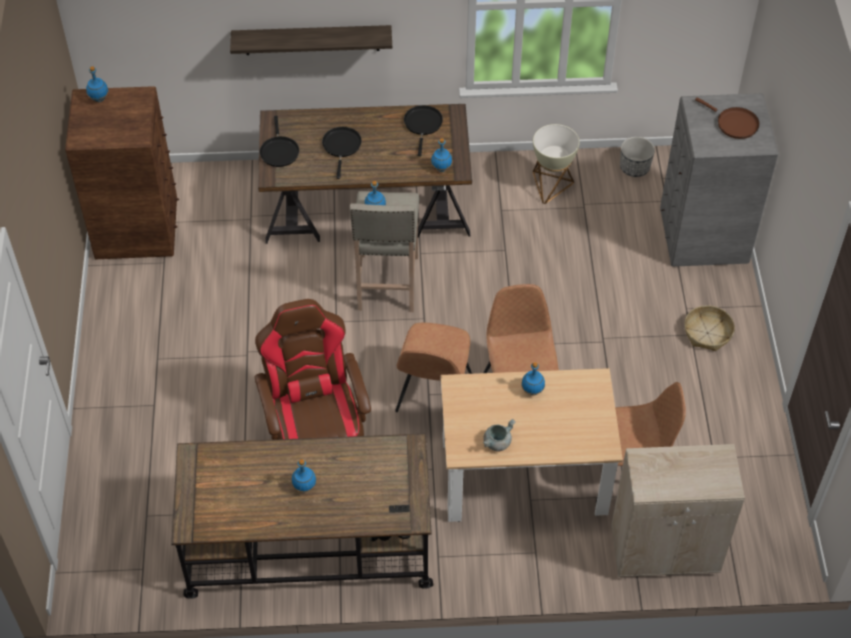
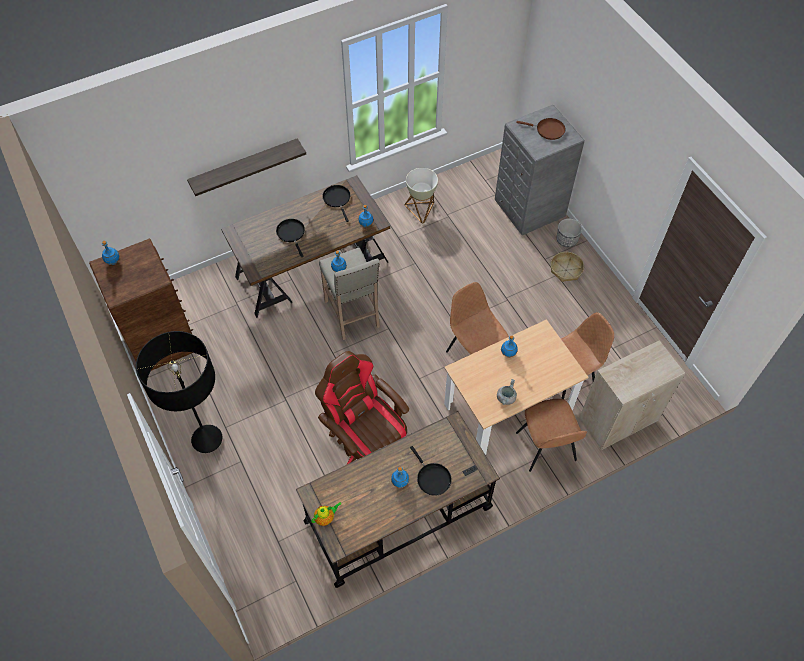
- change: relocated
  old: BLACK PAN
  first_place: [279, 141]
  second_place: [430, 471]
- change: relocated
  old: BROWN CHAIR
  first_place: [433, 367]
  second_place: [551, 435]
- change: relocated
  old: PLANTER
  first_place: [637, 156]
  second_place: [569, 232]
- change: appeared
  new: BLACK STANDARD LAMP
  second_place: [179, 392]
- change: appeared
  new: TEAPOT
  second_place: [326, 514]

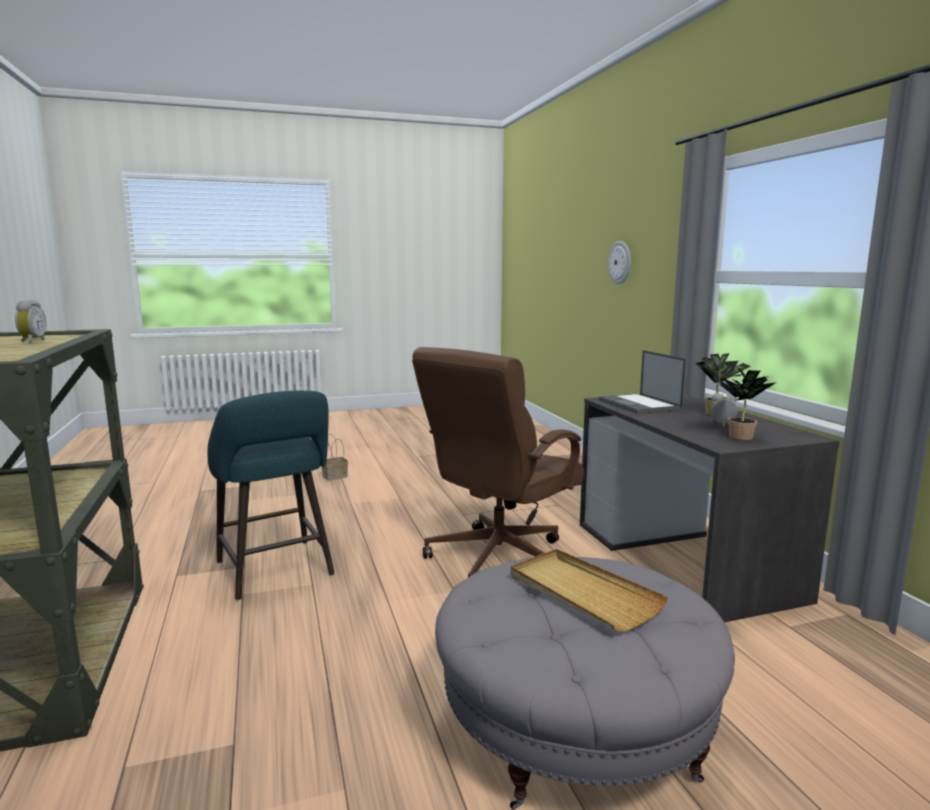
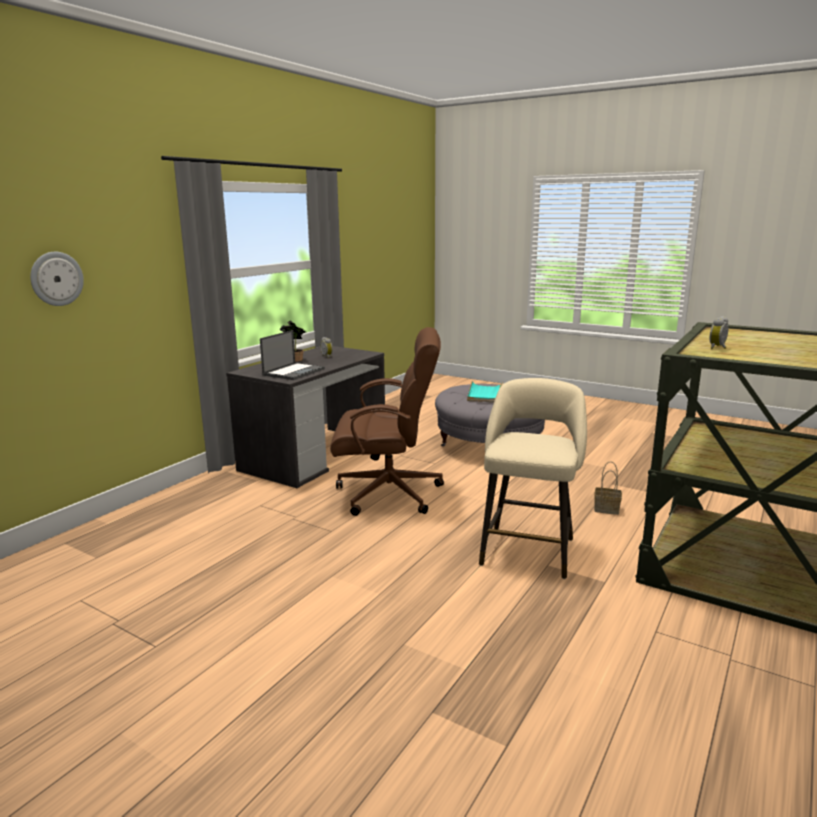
- change: colour
  old: BLUE-GREEN SITTING STOOL
  new: BEIGE-COLOURED SITTING STOOL
  first_place: [271, 495]
  second_place: [533, 478]
- change: relocated
  old: BASKET
  first_place: [335, 457]
  second_place: [608, 488]
- change: colour
  old: BEIGE-COLOURED SERVING TRAY
  new: BLUE-GREEN SERVING TRAY
  first_place: [589, 590]
  second_place: [485, 391]
- change: missing
  old: HOUSEPLANT
  first_place: [745, 403]

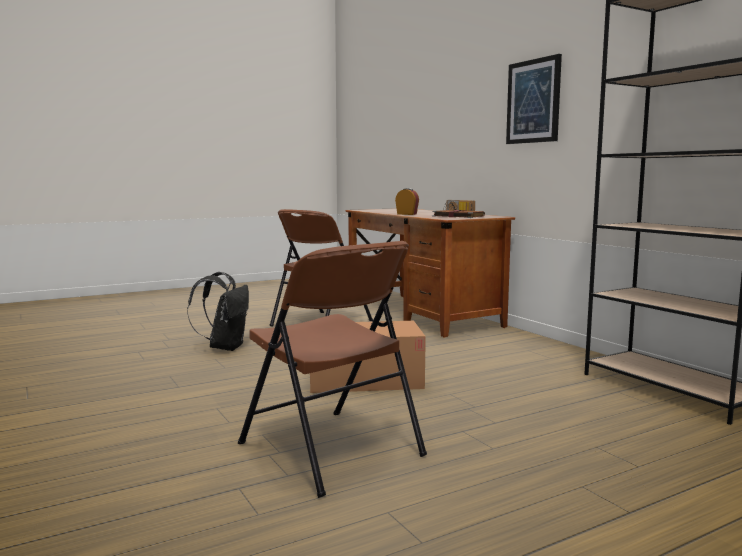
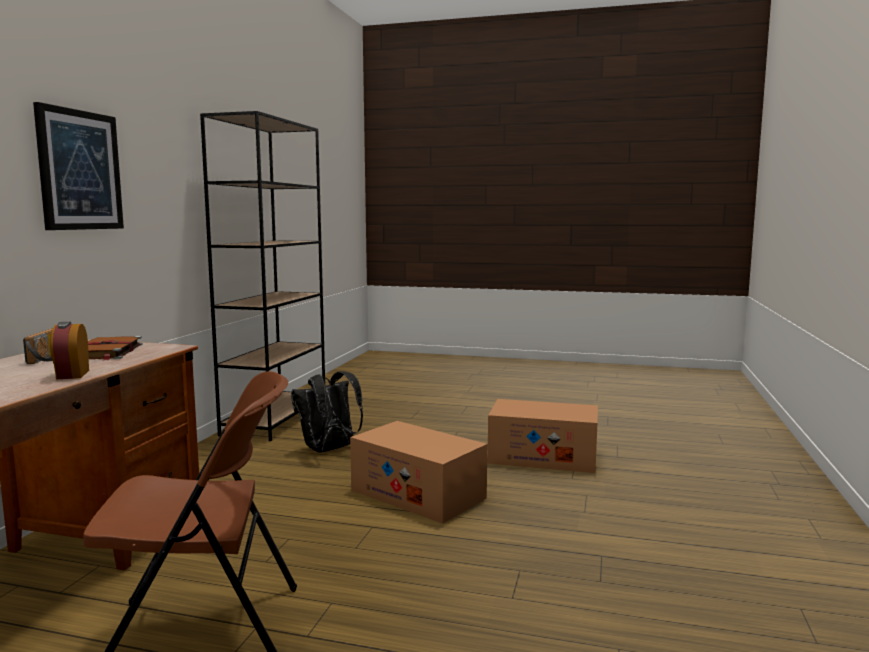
- change: relocated
  old: BLACK KNAPSACK
  first_place: [218, 311]
  second_place: [327, 412]
- change: exchanged
  old: BROWN CHAIR
  new: PACKING BOX
  first_place: [332, 369]
  second_place: [542, 436]

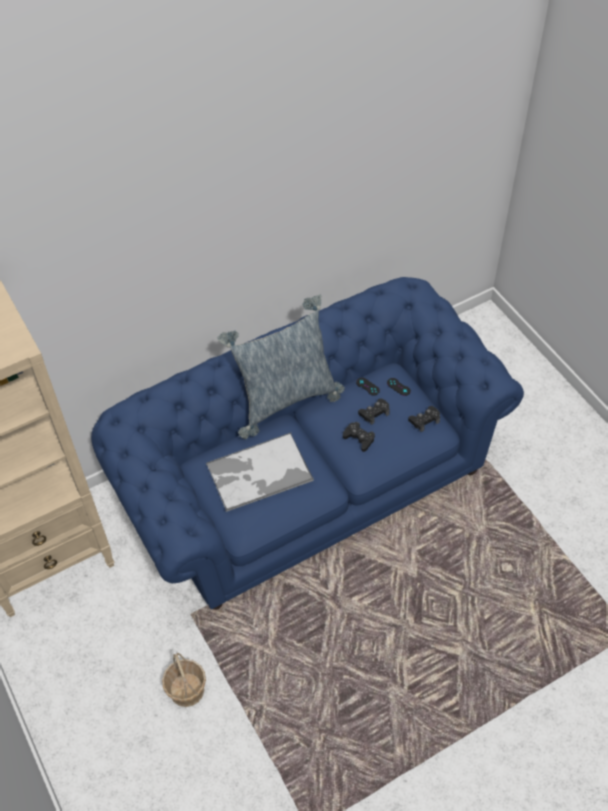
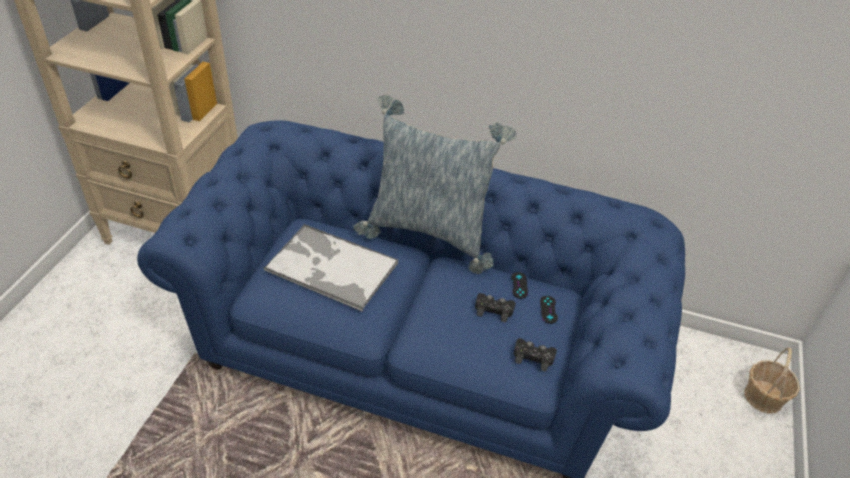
- change: relocated
  old: BASKET
  first_place: [184, 680]
  second_place: [772, 380]
- change: missing
  old: BLACK GAMEPAD
  first_place: [359, 437]

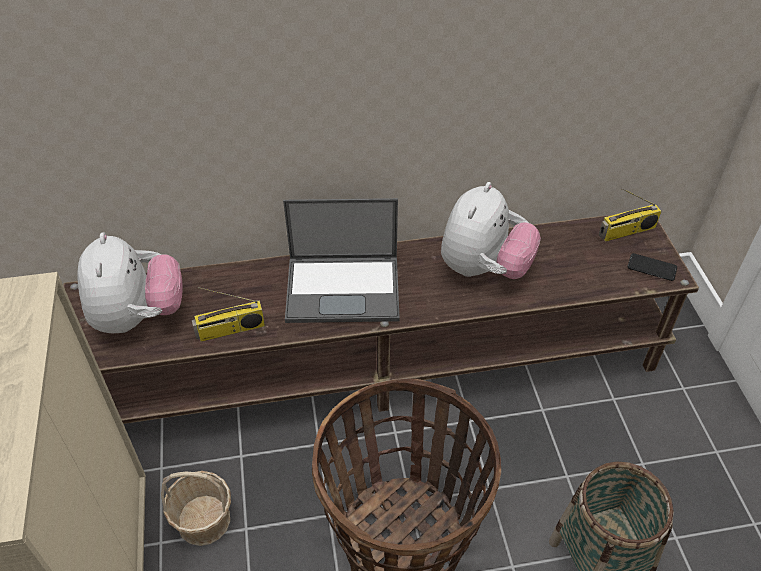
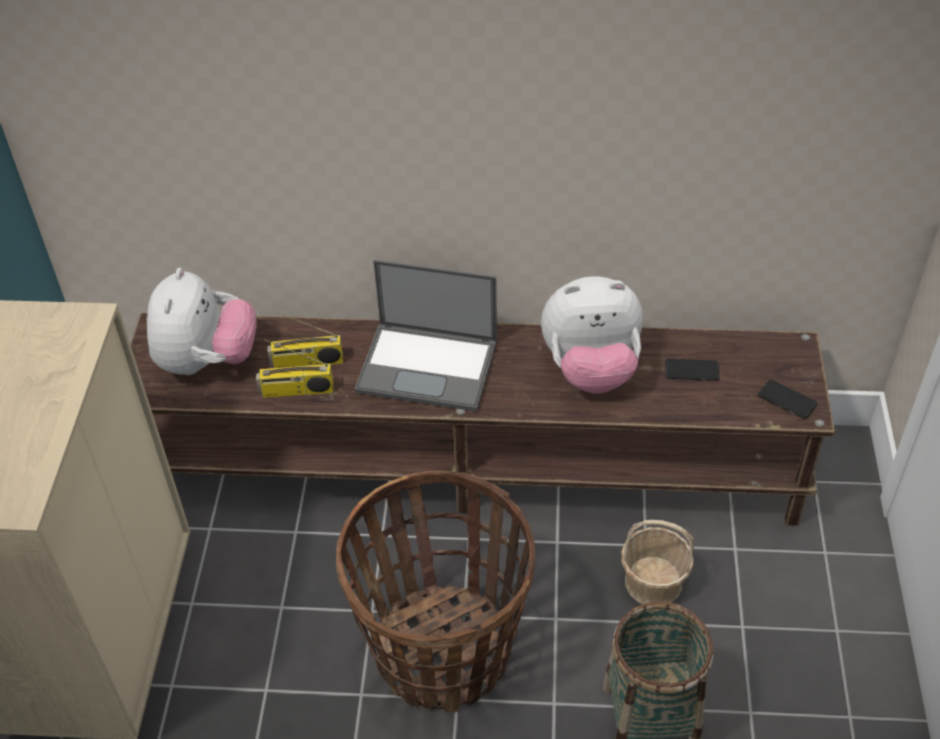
- change: relocated
  old: BASKET
  first_place: [196, 508]
  second_place: [657, 562]
- change: spun
  old: CUDDLY TOY
  first_place: [491, 230]
  second_place: [592, 335]
  degrees: 45
- change: relocated
  old: RADIO
  first_place: [630, 215]
  second_place: [305, 340]
- change: appeared
  new: PHONE
  second_place: [692, 370]

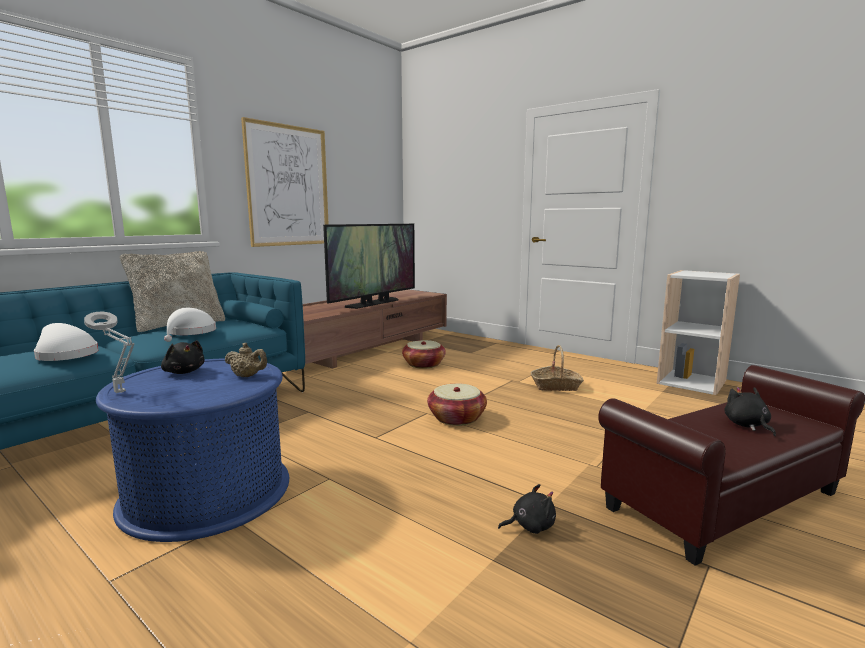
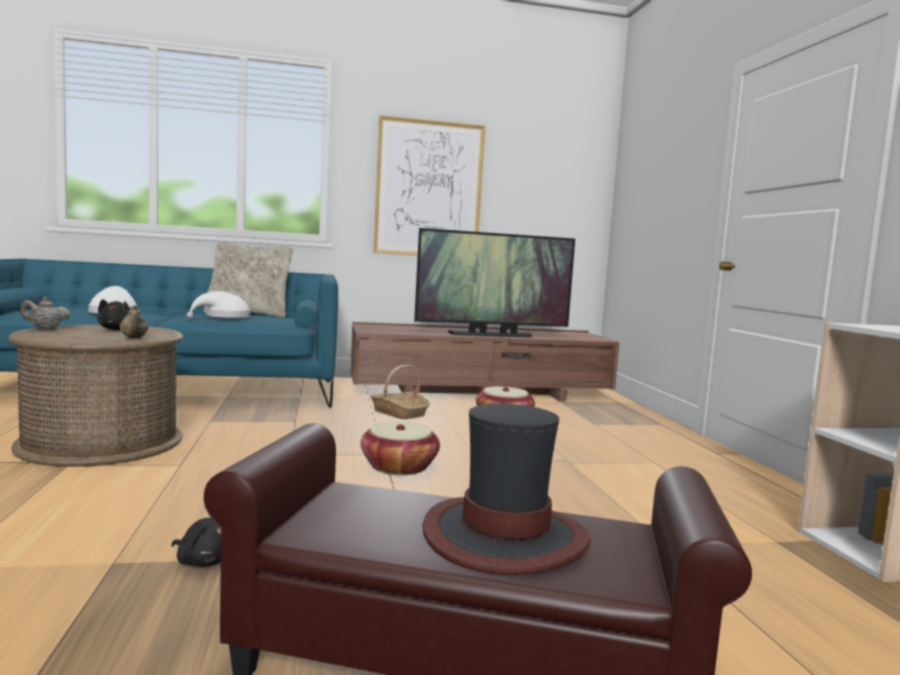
- change: exchanged
  old: GREYISH LAMP FOR A TABLE
  new: BEIGE-COLOURED TEAPOT
  first_place: [109, 352]
  second_place: [45, 313]
- change: colour
  old: BLUISH LOW TABLE
  new: BROWN LOW TABLE
  first_place: [192, 450]
  second_place: [95, 396]
- change: relocated
  old: BASKET
  first_place: [557, 368]
  second_place: [400, 392]
- change: exchanged
  old: BLACK CUDDLY TOY
  new: WEARABLE HAT
  first_place: [750, 411]
  second_place: [506, 489]

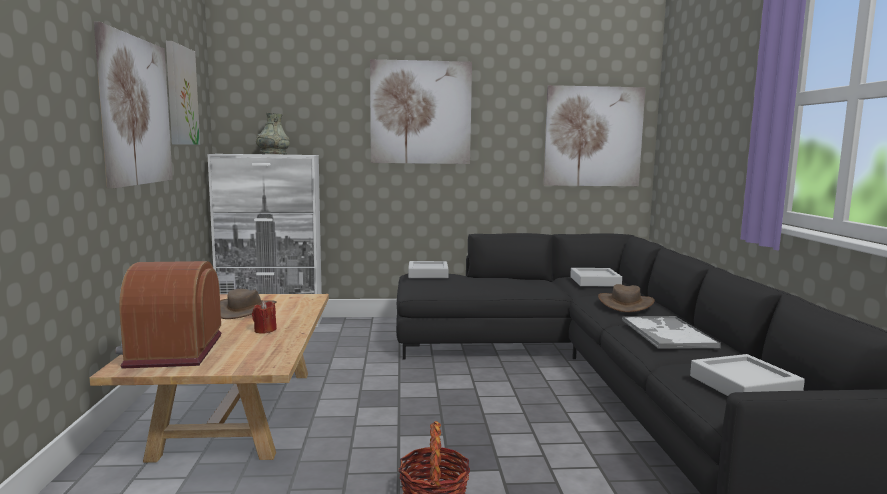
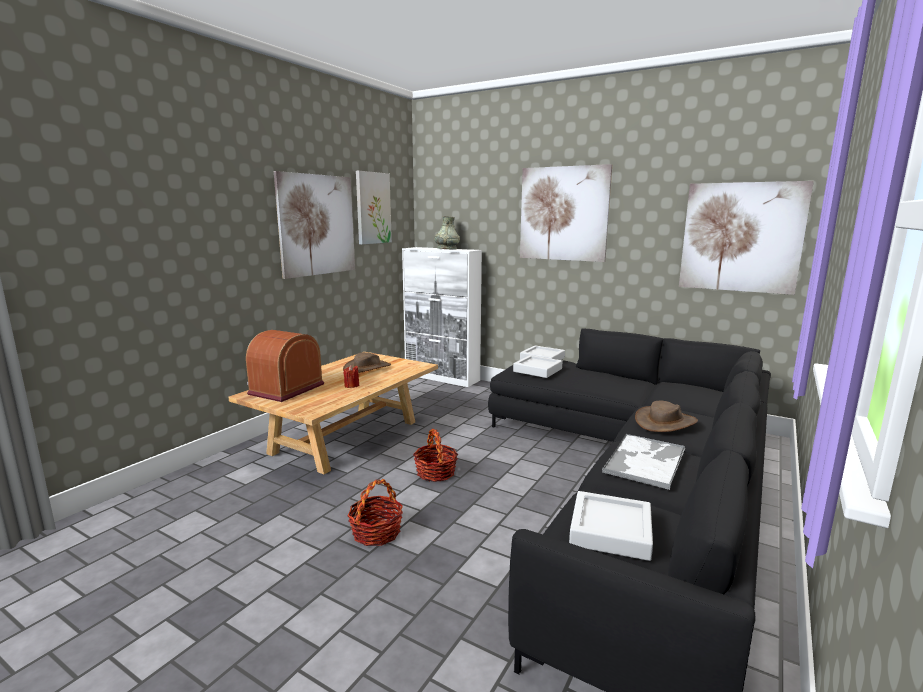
- change: relocated
  old: GREYISH SERVING TRAY
  first_place: [596, 277]
  second_place: [537, 366]
- change: appeared
  new: BASKET
  second_place: [435, 455]

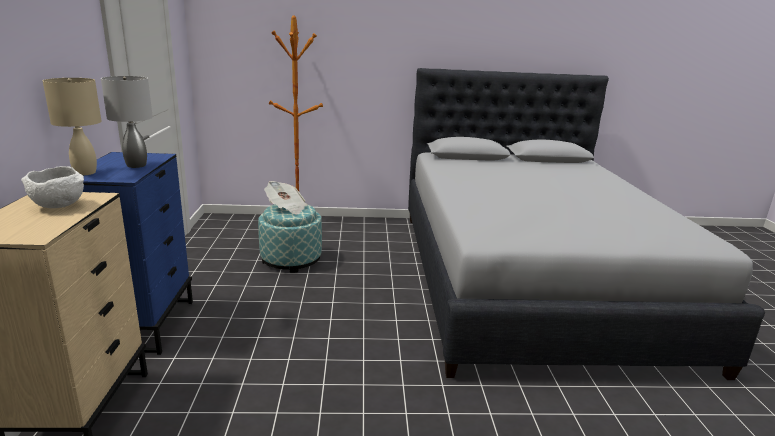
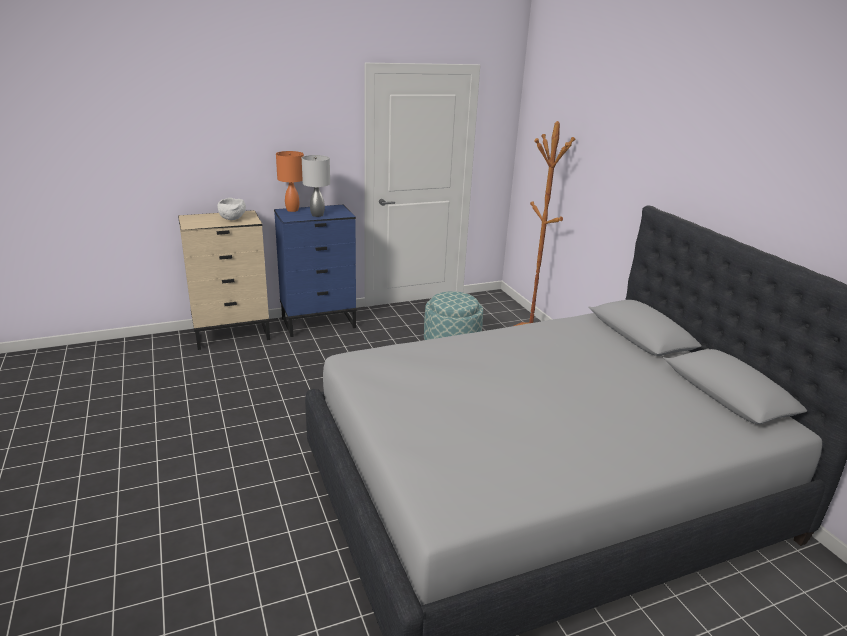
- change: colour
  old: BEIGE-COLOURED LAMP FOR A TABLE
  new: ORANGEY LAMP FOR A TABLE
  first_place: [72, 126]
  second_place: [290, 181]
- change: missing
  old: NEWSPAPER
  first_place: [286, 198]

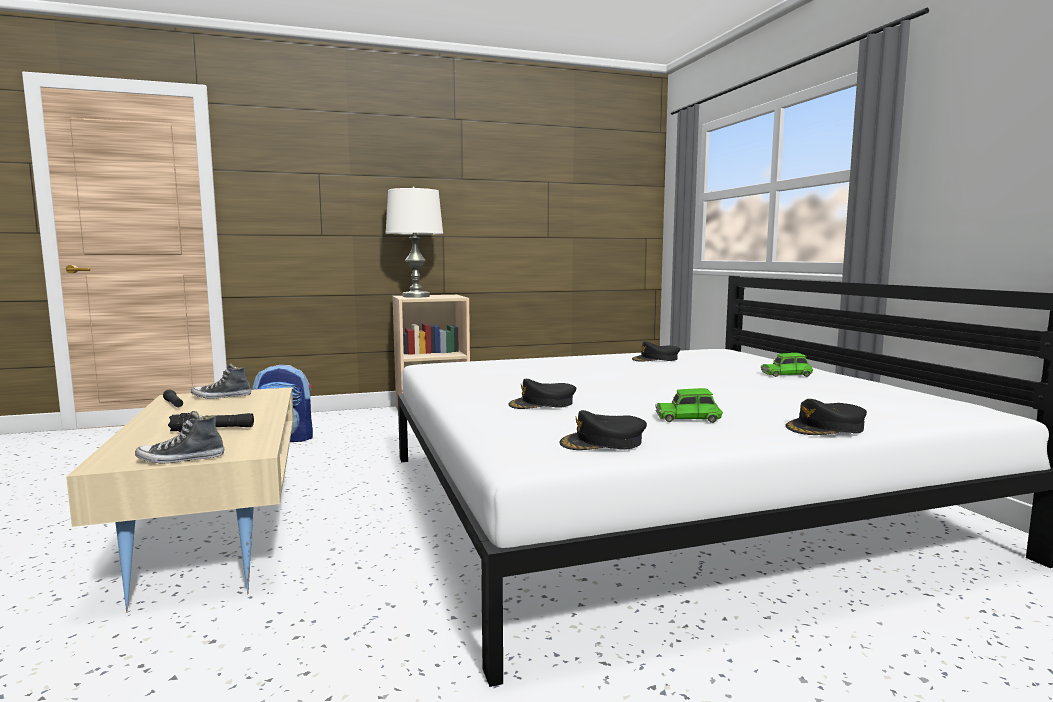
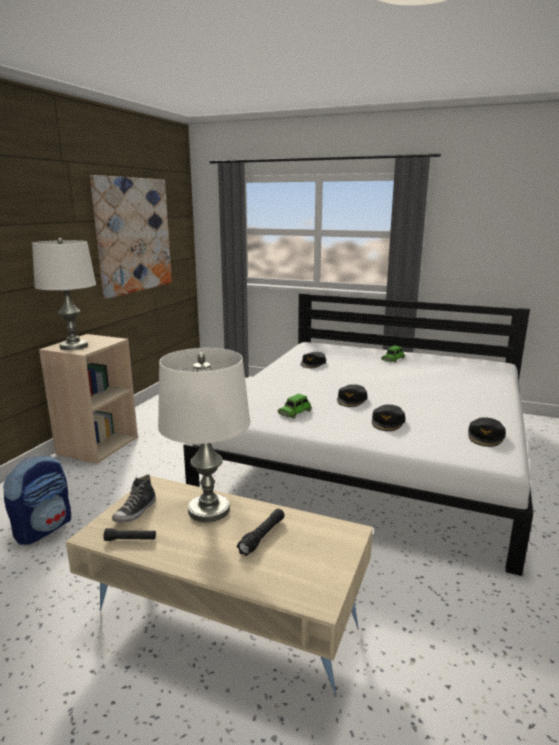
- change: missing
  old: SHOE
  first_place: [179, 437]
- change: relocated
  old: GREENISH TOY CAR
  first_place: [689, 405]
  second_place: [295, 406]
- change: relocated
  old: BLACK CAP
  first_place: [826, 417]
  second_place: [352, 395]
- change: appeared
  new: PICTURE
  second_place: [131, 237]
- change: appeared
  new: WHITISH LAMP FOR A TABLE
  second_place: [204, 435]

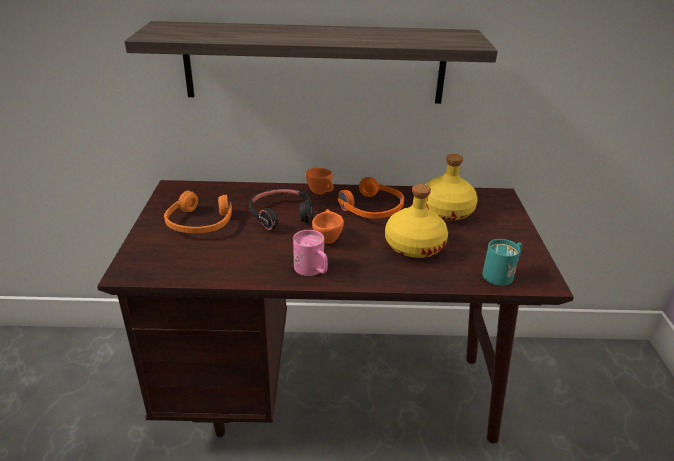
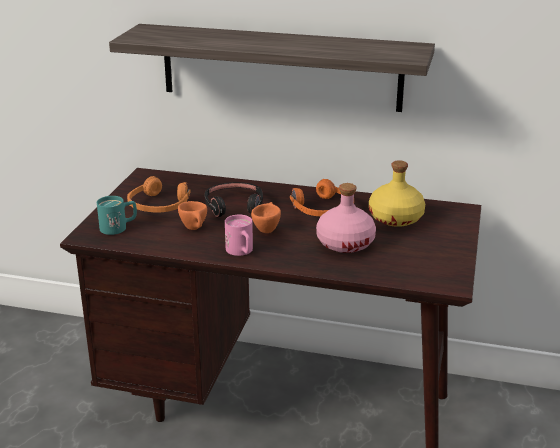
- change: relocated
  old: ORANGEY SMALL CUP
  first_place: [319, 181]
  second_place: [192, 215]
- change: colour
  old: YELLOW-COLOURED BEVERAGE BOTTLE
  new: PINK-COLOURED BEVERAGE BOTTLE
  first_place: [416, 221]
  second_place: [346, 218]
- change: relocated
  old: BLUE-GREEN COFFEE MUG
  first_place: [502, 262]
  second_place: [117, 215]

